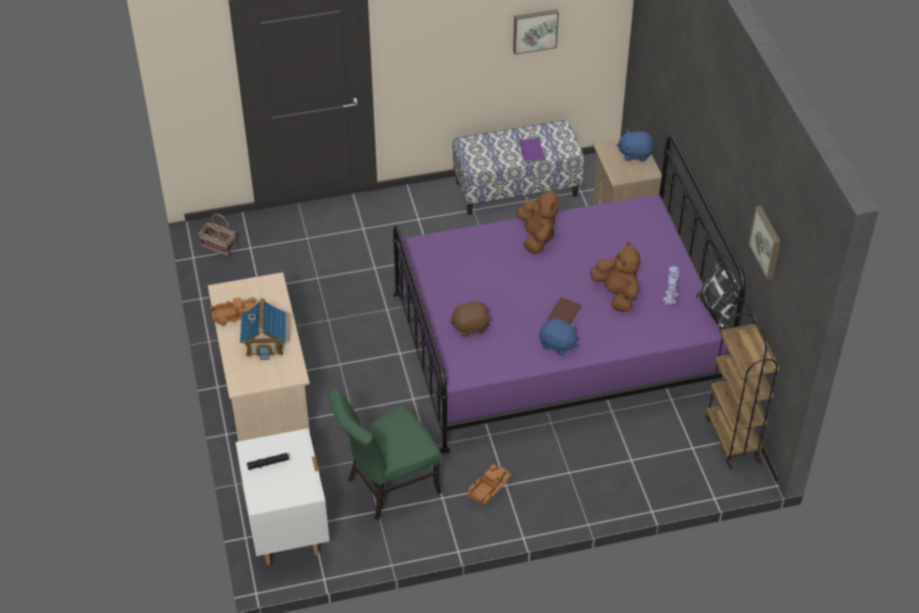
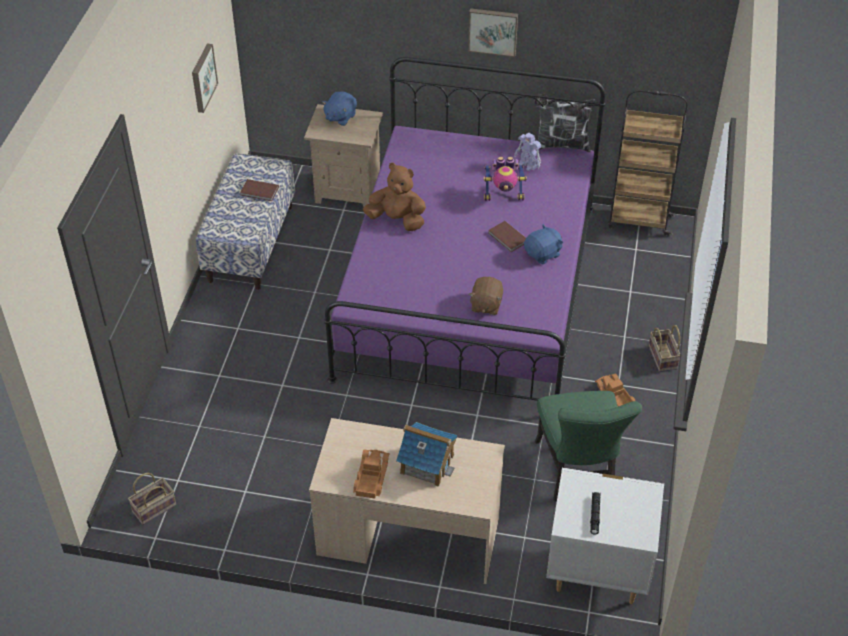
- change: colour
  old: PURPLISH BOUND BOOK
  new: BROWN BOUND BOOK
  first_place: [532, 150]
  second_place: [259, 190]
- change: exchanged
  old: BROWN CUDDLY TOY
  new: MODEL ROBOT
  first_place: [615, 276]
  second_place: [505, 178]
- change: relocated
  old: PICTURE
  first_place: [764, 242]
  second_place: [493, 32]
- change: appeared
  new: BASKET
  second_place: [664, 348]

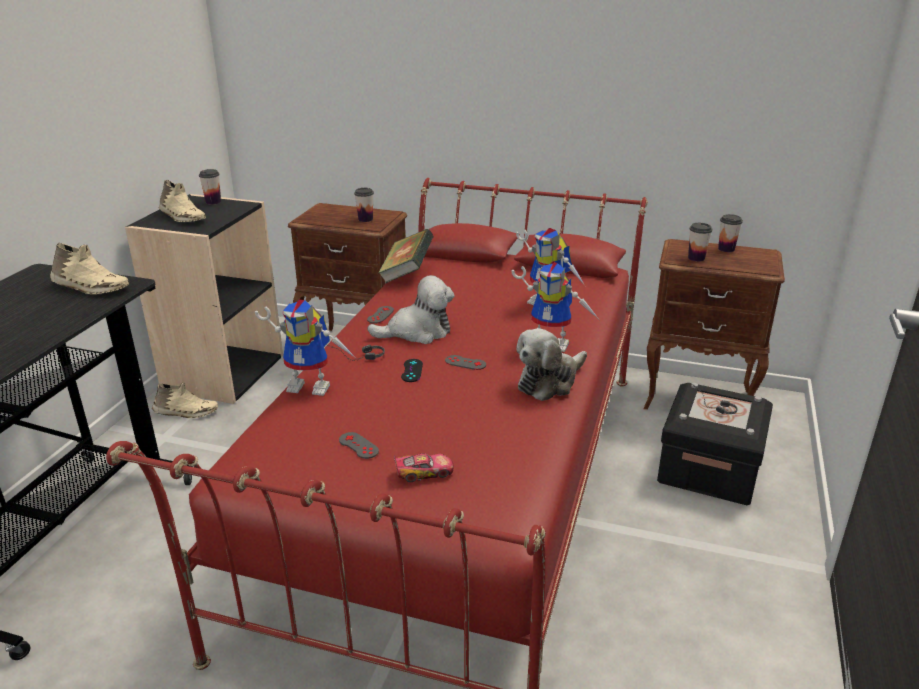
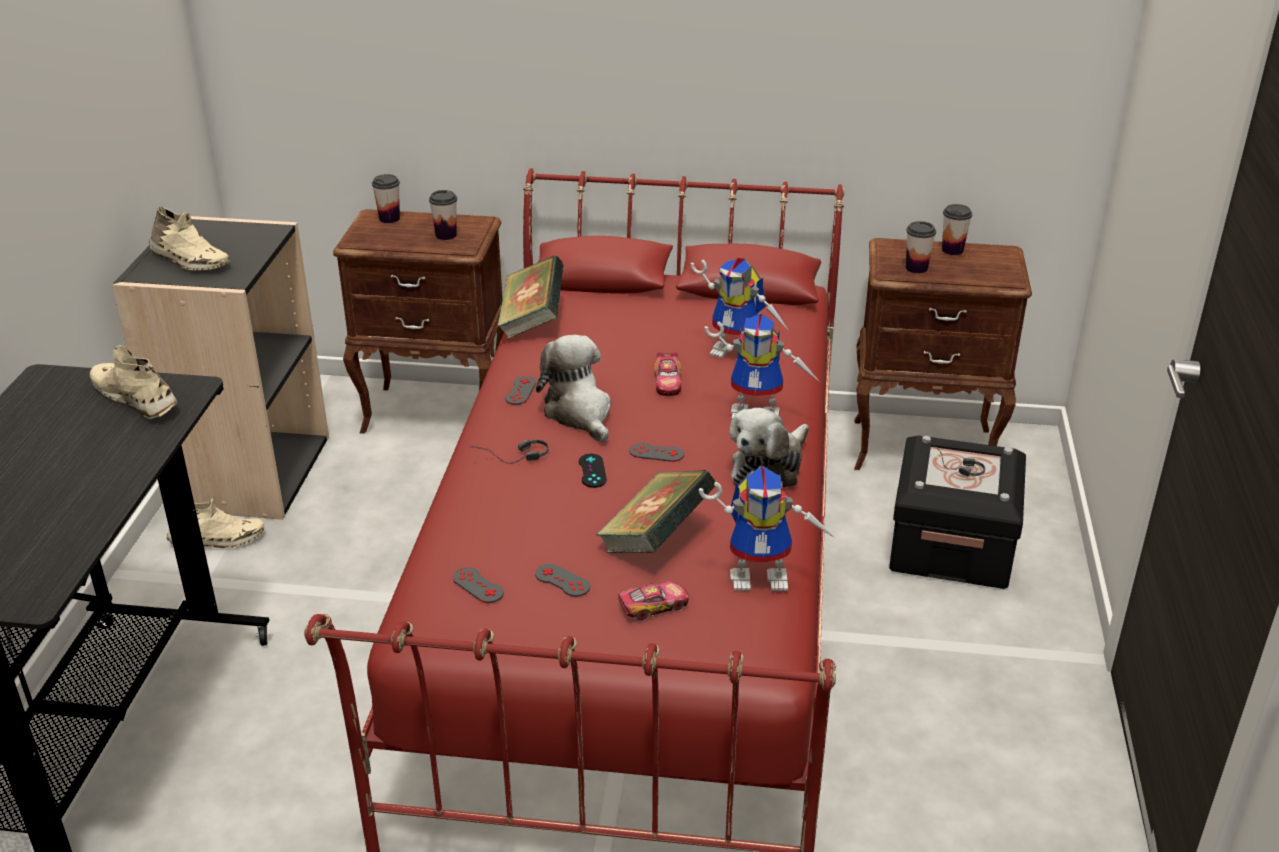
- change: spun
  old: BEIGE-COLOURED SHOE
  first_place: [89, 268]
  second_place: [134, 382]
  degrees: -150
- change: relocated
  old: SMALL CUP
  first_place: [210, 187]
  second_place: [386, 198]
- change: relocated
  old: MODEL ROBOT
  first_place: [306, 348]
  second_place: [767, 528]
- change: spun
  old: CUDDLY TOY
  first_place: [411, 309]
  second_place: [573, 388]
  degrees: -90
- change: appeared
  new: GREYISH GAMEPAD
  second_place: [478, 585]
- change: appeared
  new: BOUND BOOK
  second_place: [655, 511]
- change: appeared
  new: TOY CAR
  second_place: [668, 374]

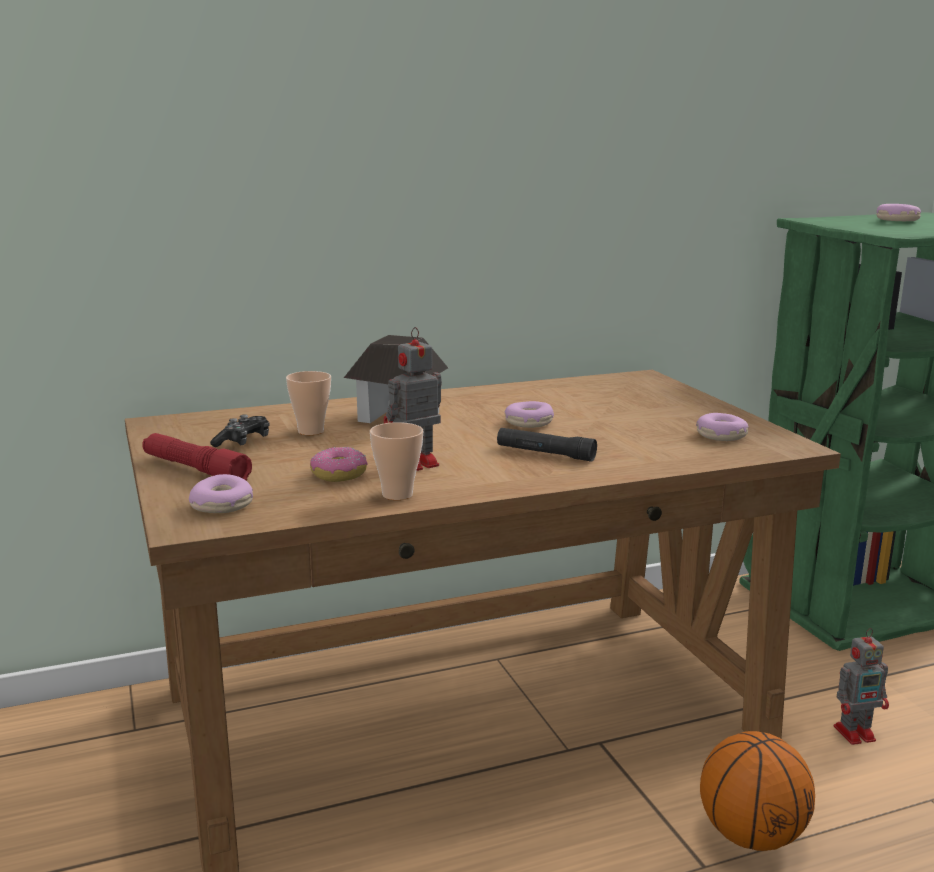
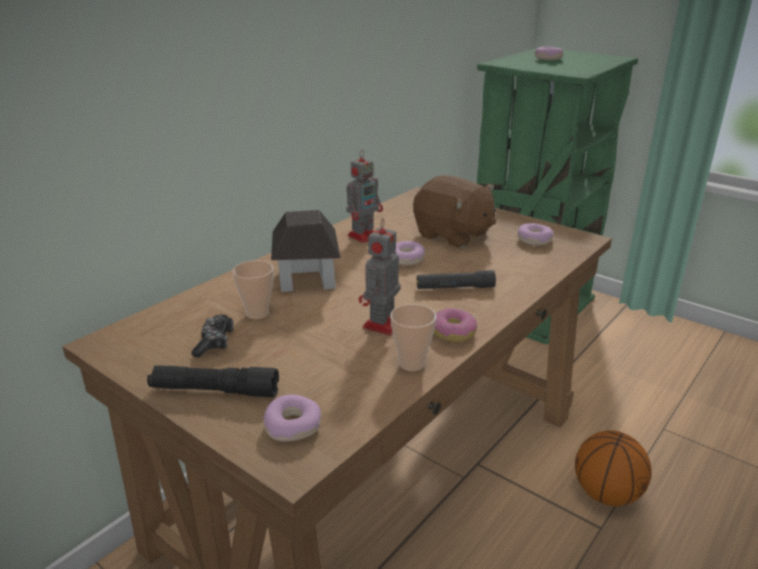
- change: colour
  old: REDDISH TORCH
  new: BLACK TORCH
  first_place: [197, 456]
  second_place: [213, 381]
- change: relocated
  old: DONUT
  first_place: [339, 464]
  second_place: [455, 325]
- change: relocated
  old: MODEL ROBOT
  first_place: [861, 686]
  second_place: [364, 196]
- change: appeared
  new: BROWN CUDDLY TOY
  second_place: [454, 211]

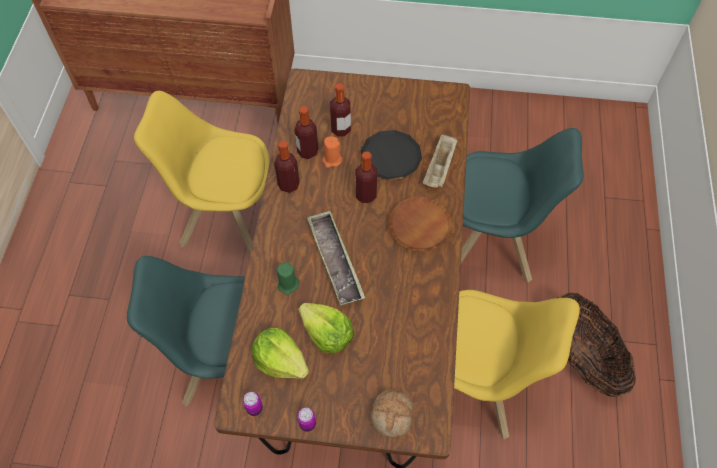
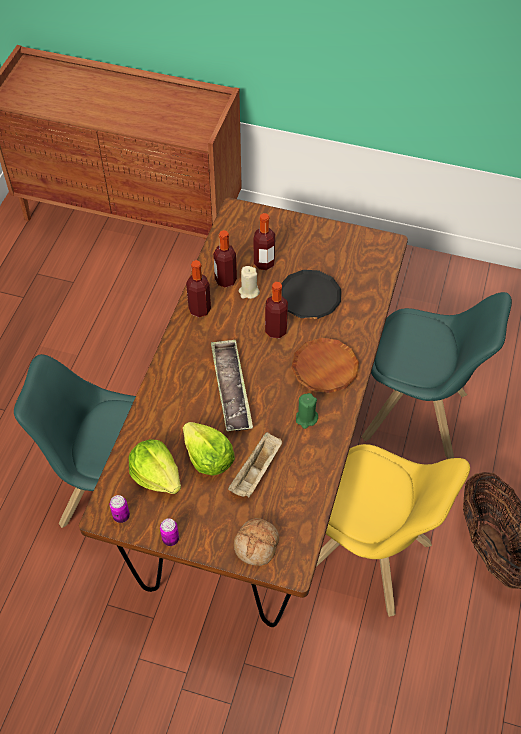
- change: missing
  old: YELLOW-COLOURED CHAIR
  first_place: [202, 172]
- change: relocated
  old: GREENISH WAX LIGHT
  first_place: [287, 278]
  second_place: [307, 411]
- change: colour
  old: ORANGEY WAX LIGHT
  new: BEIGE-COLOURED WAX LIGHT
  first_place: [332, 152]
  second_place: [249, 282]
- change: relocated
  old: BEIGE-COLOURED SERVING TRAY
  first_place: [440, 161]
  second_place: [255, 464]

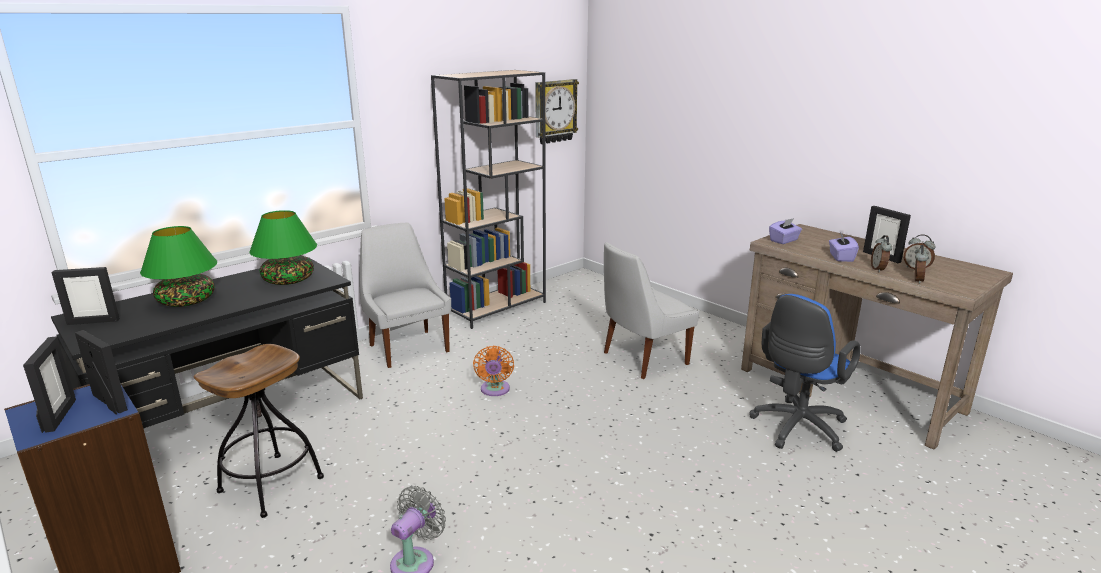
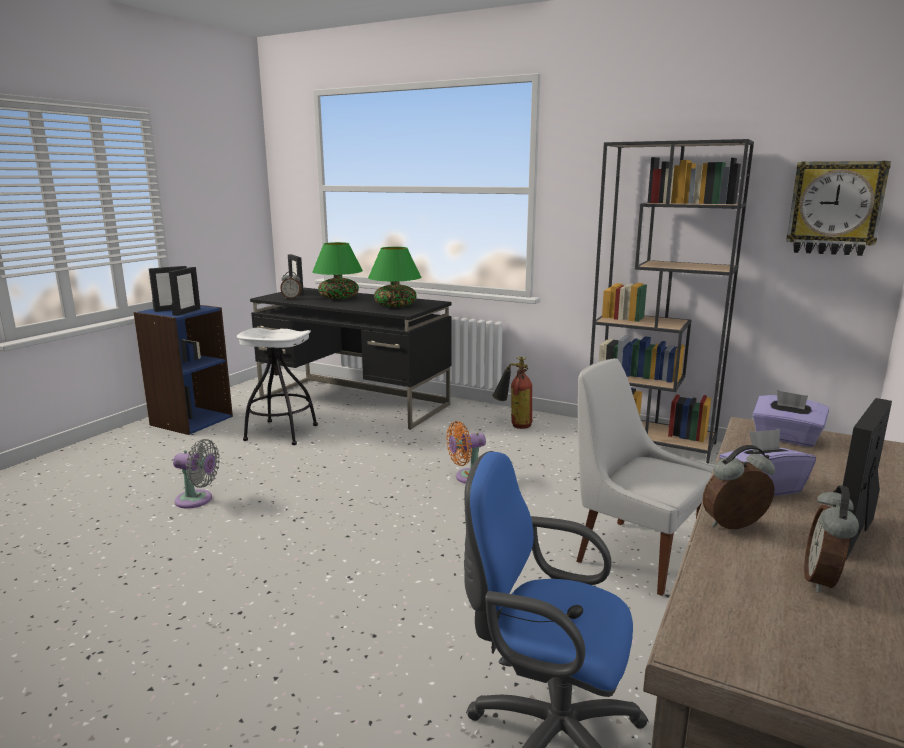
- change: colour
  old: BROWN SITTING STOOL
  new: WHITISH SITTING STOOL
  first_place: [259, 431]
  second_place: [277, 386]
- change: exchanged
  old: WHITISH CHAIR
  new: FIRE EXTINGUISHER
  first_place: [405, 295]
  second_place: [512, 393]
- change: relocated
  old: TABLE CLOCK
  first_place: [922, 264]
  second_place: [291, 285]

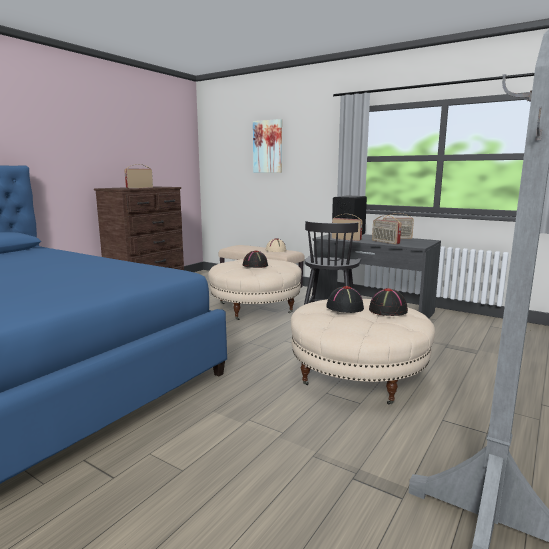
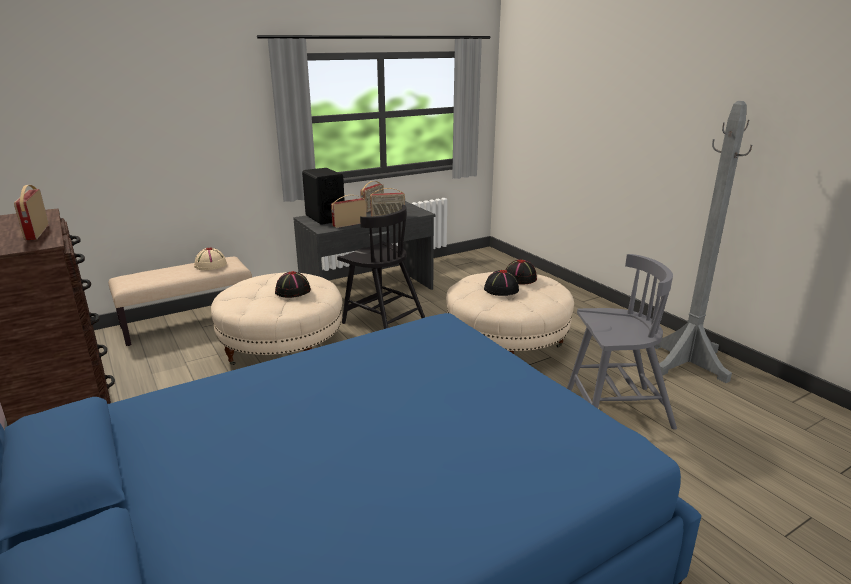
- change: missing
  old: PICTURE
  first_place: [267, 146]
- change: appeared
  new: GREYISH CHAIR
  second_place: [622, 342]

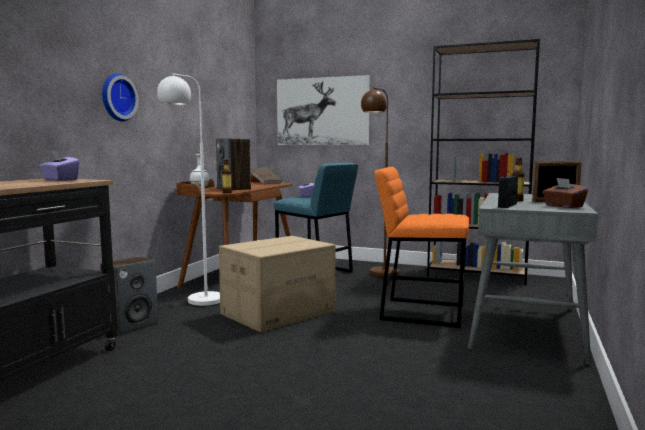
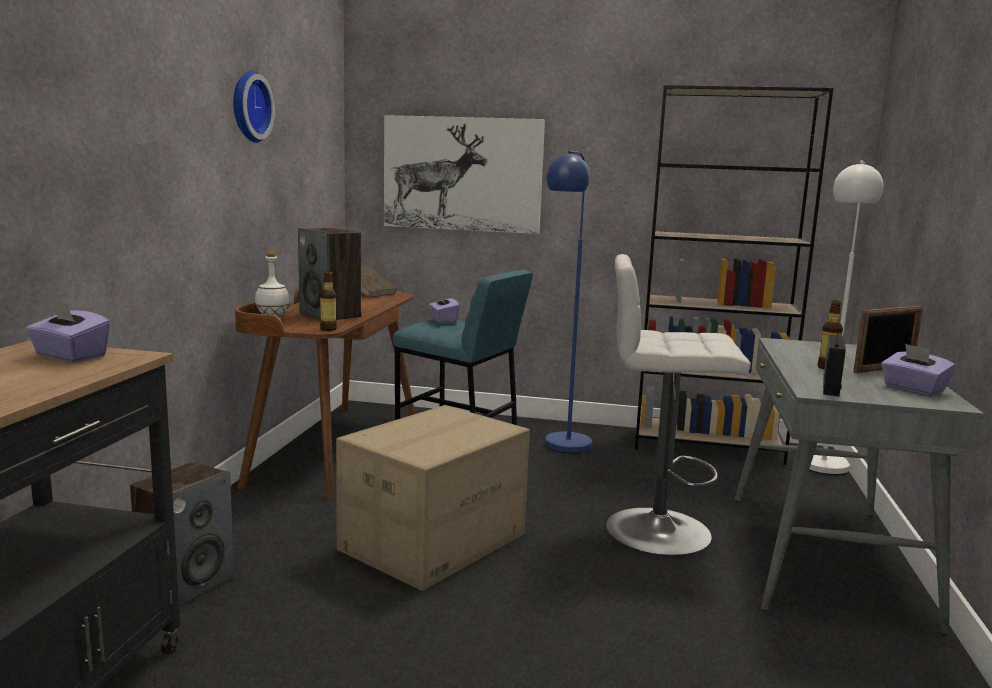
- change: relocated
  old: WALL CLOCK
  first_place: [120, 97]
  second_place: [254, 106]
- change: relocated
  old: WHITISH STANDARD LAMP
  first_place: [188, 189]
  second_place: [846, 317]
- change: colour
  old: BROWN STANDARD LAMP
  new: BLUISH STANDARD LAMP
  first_place: [380, 182]
  second_place: [568, 301]
- change: exchanged
  old: ORANGEY CHAIR
  new: WHITISH SITTING STOOL
  first_place: [422, 247]
  second_place: [678, 404]
- change: colour
  old: BROWN TISSUE BOX
  new: PURPLISH TISSUE BOX
  first_place: [565, 193]
  second_place: [918, 369]

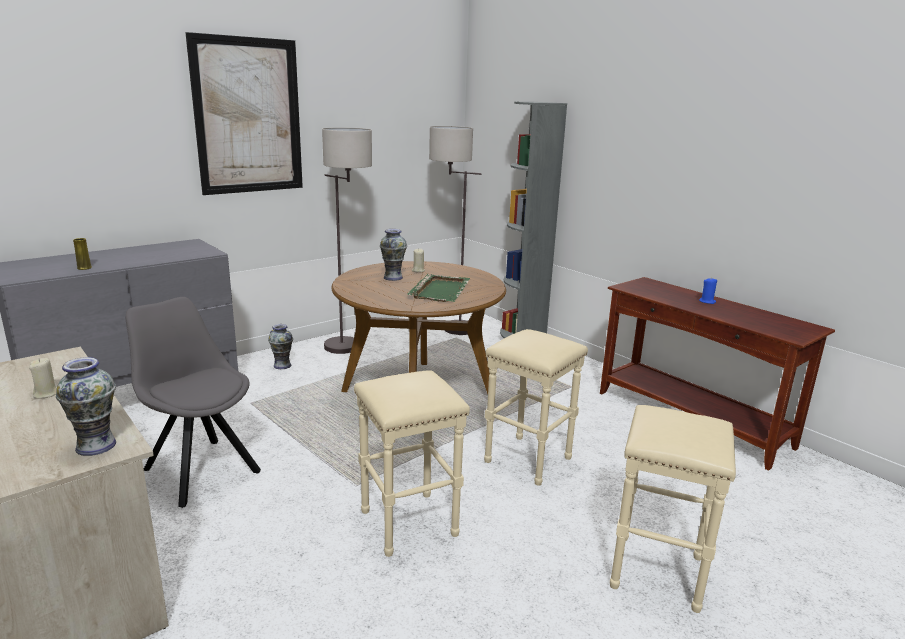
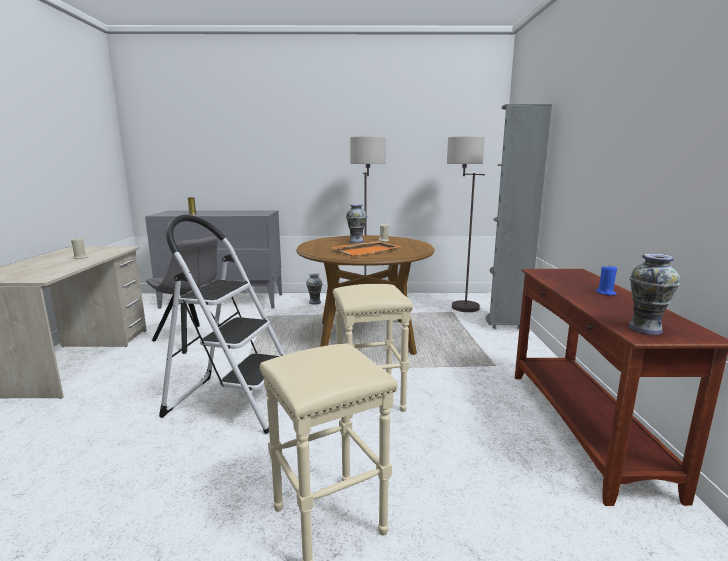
- change: relocated
  old: DECORATIVE VASE
  first_place: [86, 406]
  second_place: [654, 294]
- change: spun
  old: GREYISH CHAIR
  first_place: [193, 402]
  second_place: [183, 295]
  degrees: 135
- change: missing
  old: PICTURE
  first_place: [244, 113]
- change: exchanged
  old: BEIGE-COLOURED SITTING STOOL
  new: STEPLADDER
  first_place: [412, 464]
  second_place: [222, 324]
- change: colour
  old: GREENISH SERVING TRAY
  new: ORANGEY SERVING TRAY
  first_place: [438, 288]
  second_place: [367, 248]

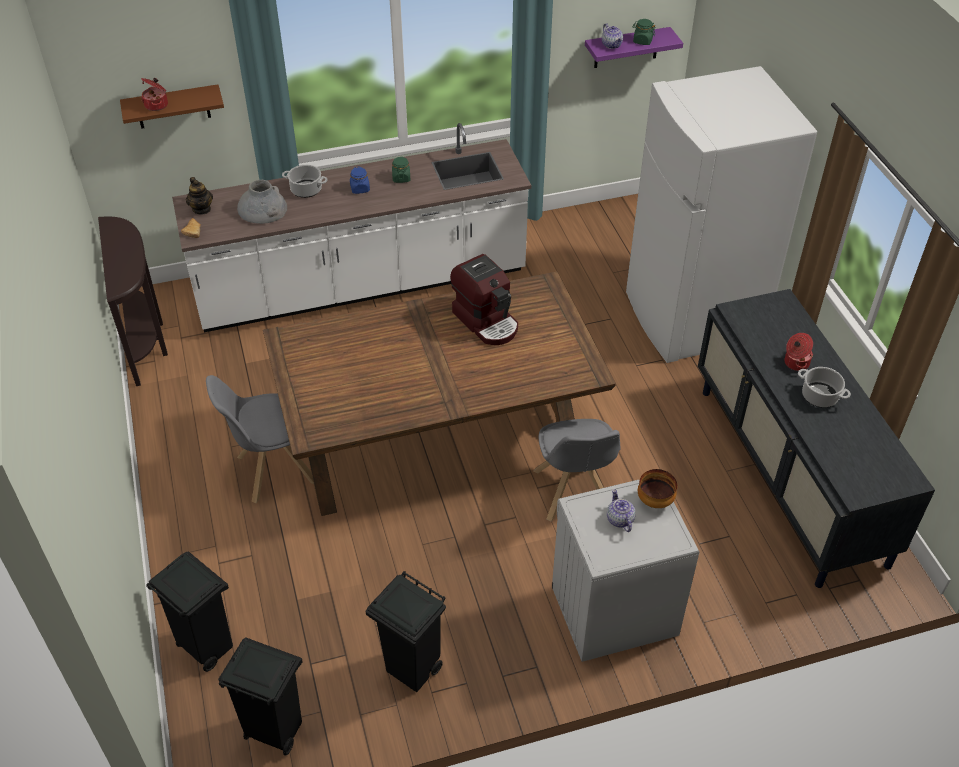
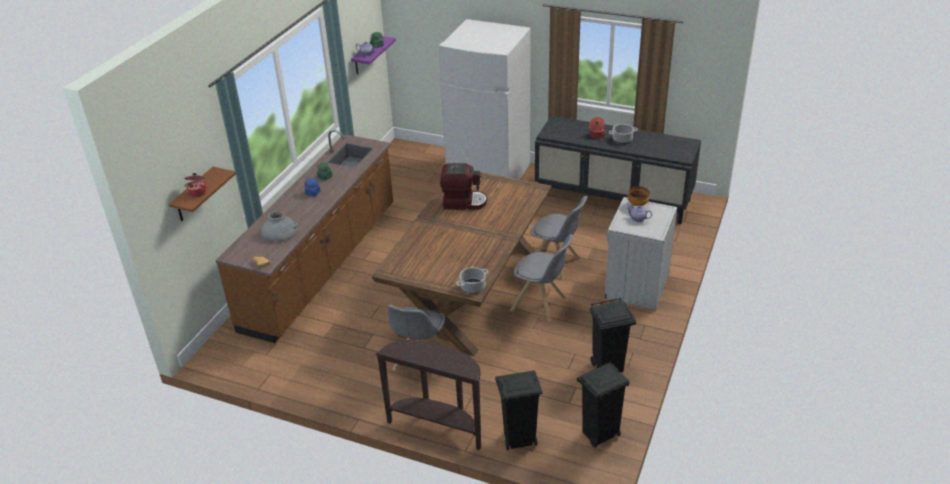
- change: relocated
  old: BROWN HALL TABLE
  first_place: [133, 301]
  second_place: [428, 395]
- change: colour
  old: WHITISH KITCHEN BASE UNIT
  new: BROWN KITCHEN BASE UNIT
  first_place: [351, 227]
  second_place: [304, 236]
- change: missing
  old: TEAPOT
  first_place: [199, 196]
- change: relocated
  old: STOCKPOT
  first_place: [305, 181]
  second_place: [473, 280]
- change: appeared
  new: GREYISH CHAIR
  second_place: [541, 278]

